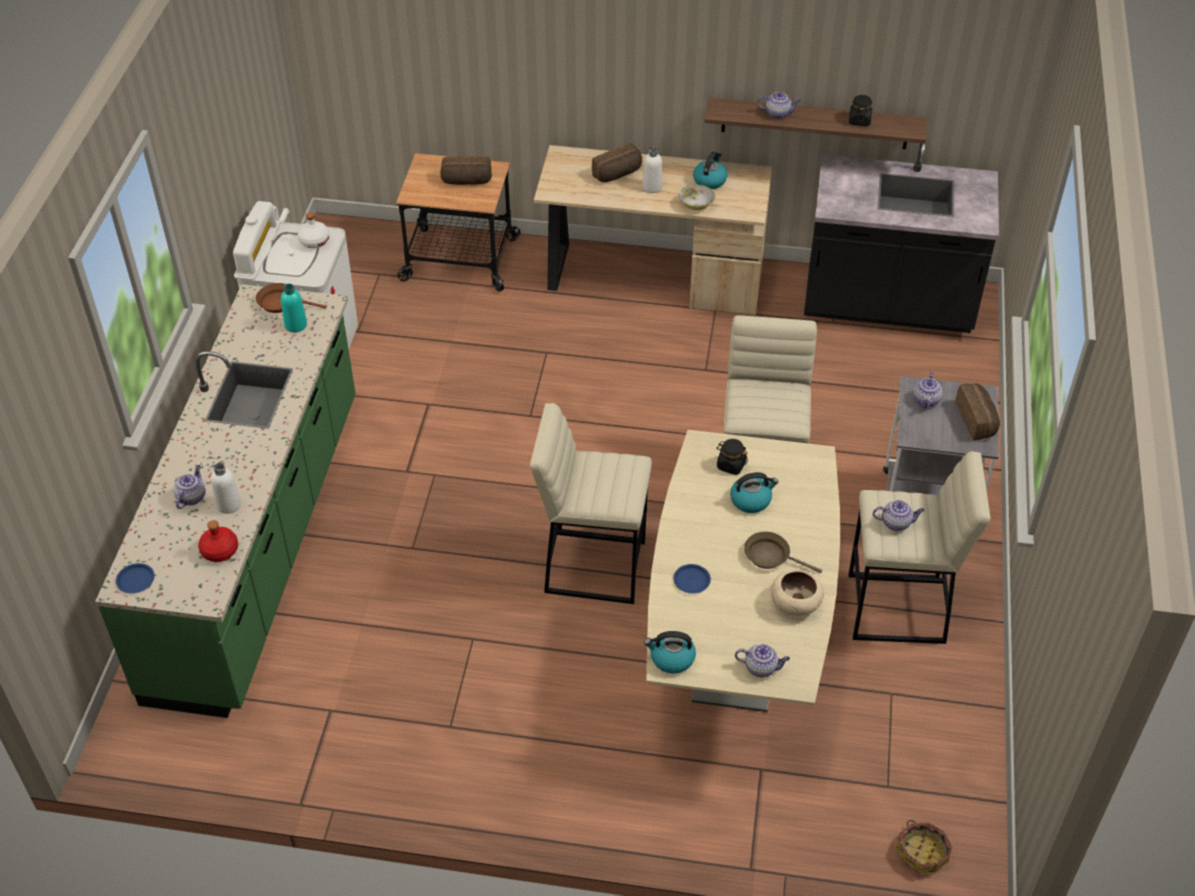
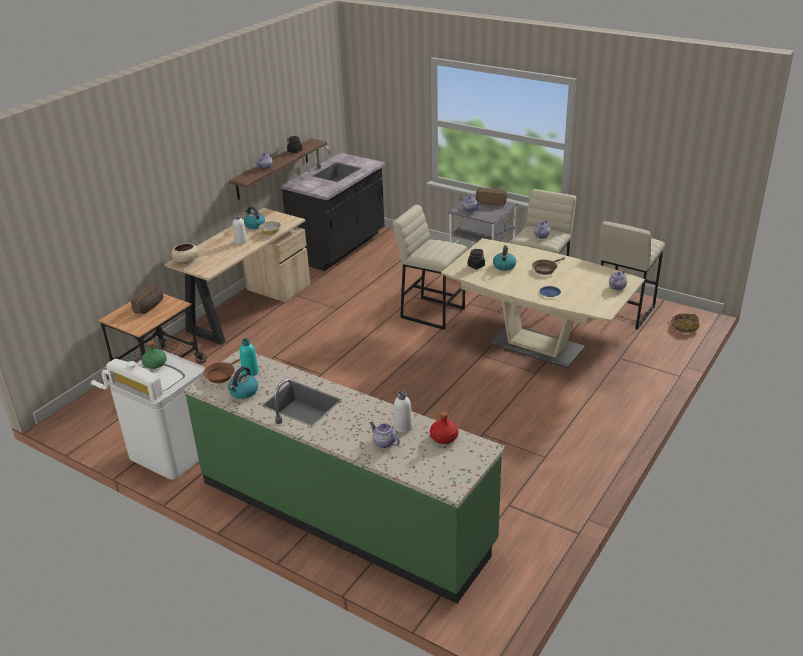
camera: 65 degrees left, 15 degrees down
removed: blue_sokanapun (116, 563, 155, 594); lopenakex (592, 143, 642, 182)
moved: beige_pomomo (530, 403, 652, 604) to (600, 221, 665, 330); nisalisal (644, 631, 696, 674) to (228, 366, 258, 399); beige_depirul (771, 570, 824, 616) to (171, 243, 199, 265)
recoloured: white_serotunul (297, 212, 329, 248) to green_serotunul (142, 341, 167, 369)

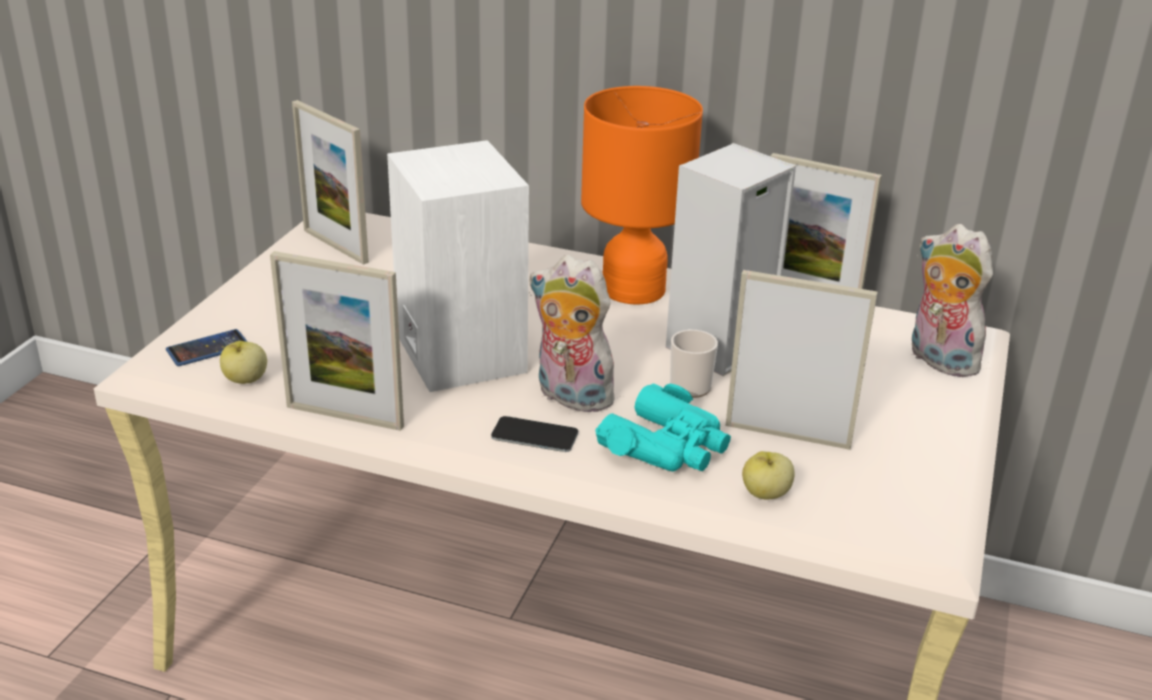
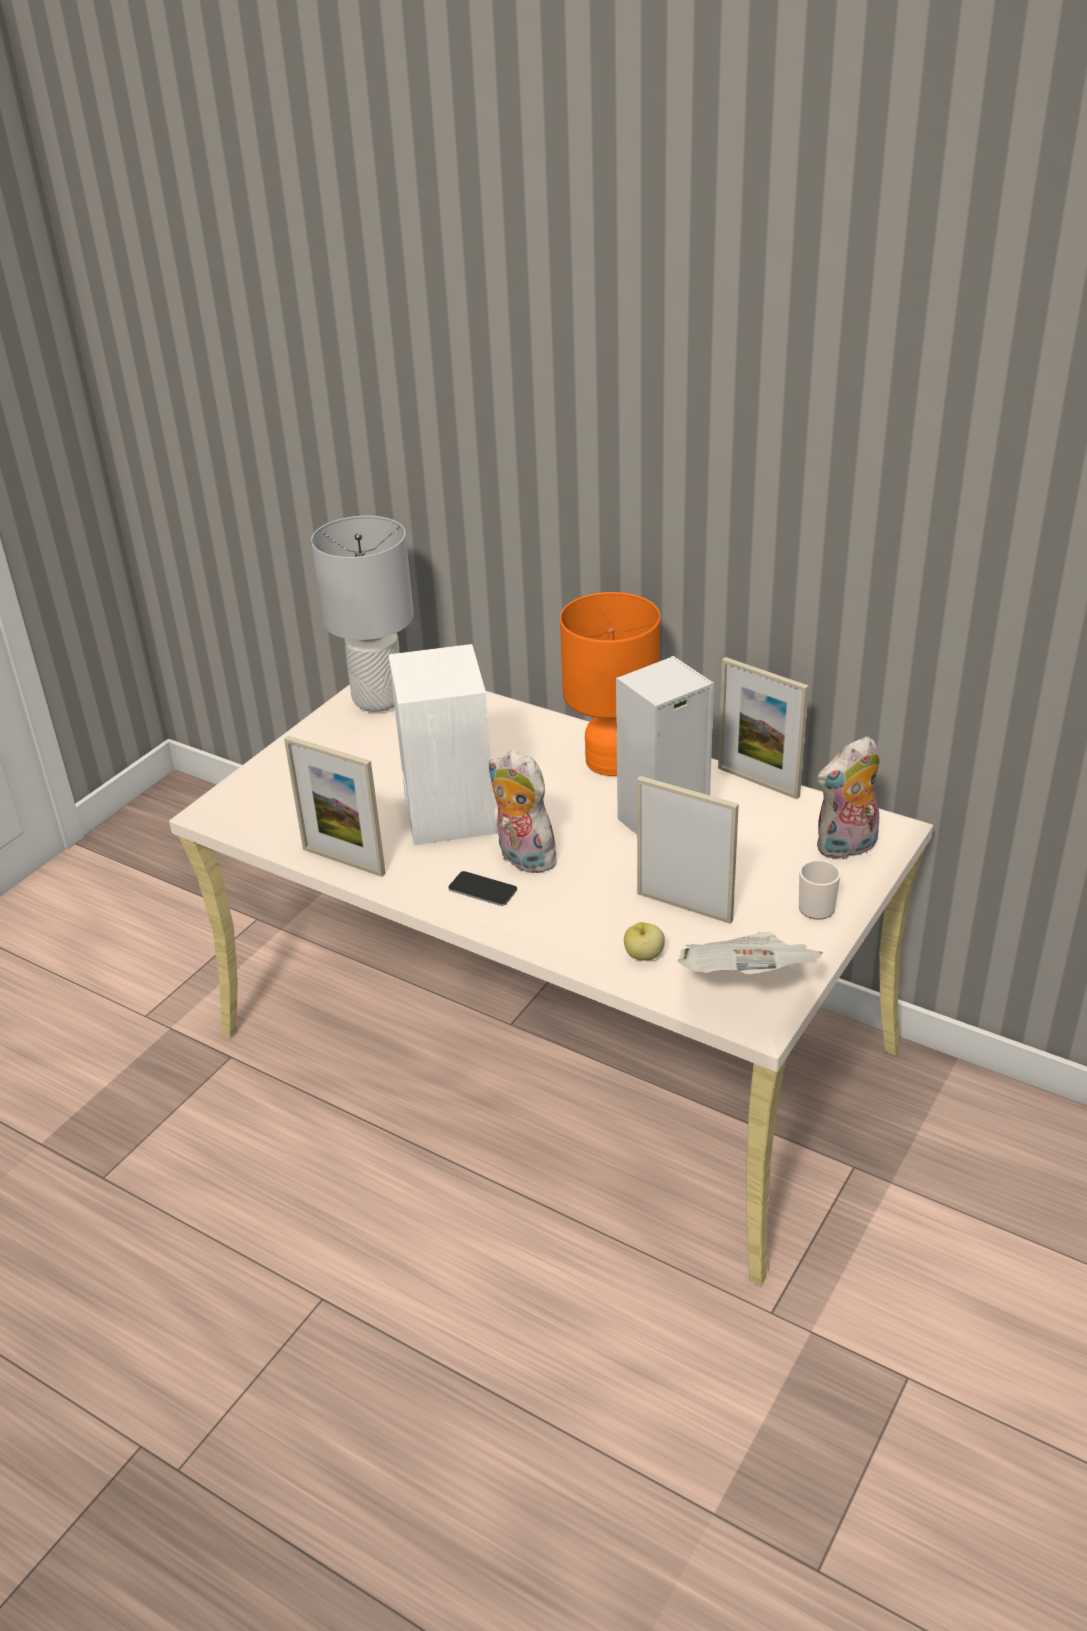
camera: 15 degrees right, 5 degrees up
removed: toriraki (166, 329, 248, 366); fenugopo (220, 341, 267, 384); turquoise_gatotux (595, 383, 731, 472)
added: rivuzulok (677, 932, 823, 975)
moved: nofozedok (670, 329, 718, 398) to (799, 859, 841, 920)
replaced: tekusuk (292, 100, 369, 265) to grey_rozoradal (311, 516, 414, 712)
turned: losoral (912, 224, 993, 377) = (817, 736, 880, 859) 90 degrees counterclockwise

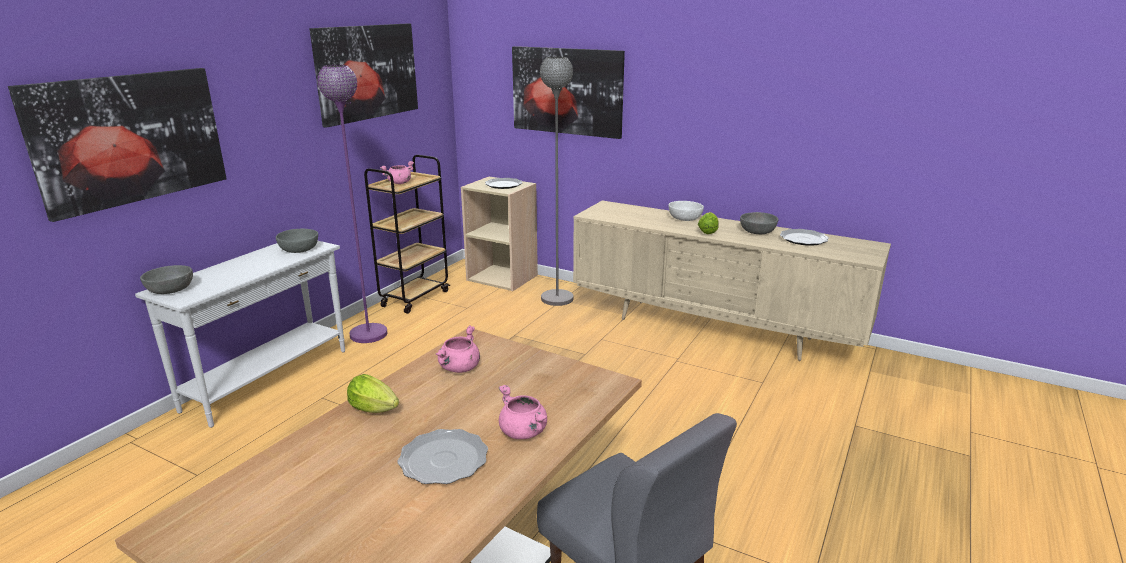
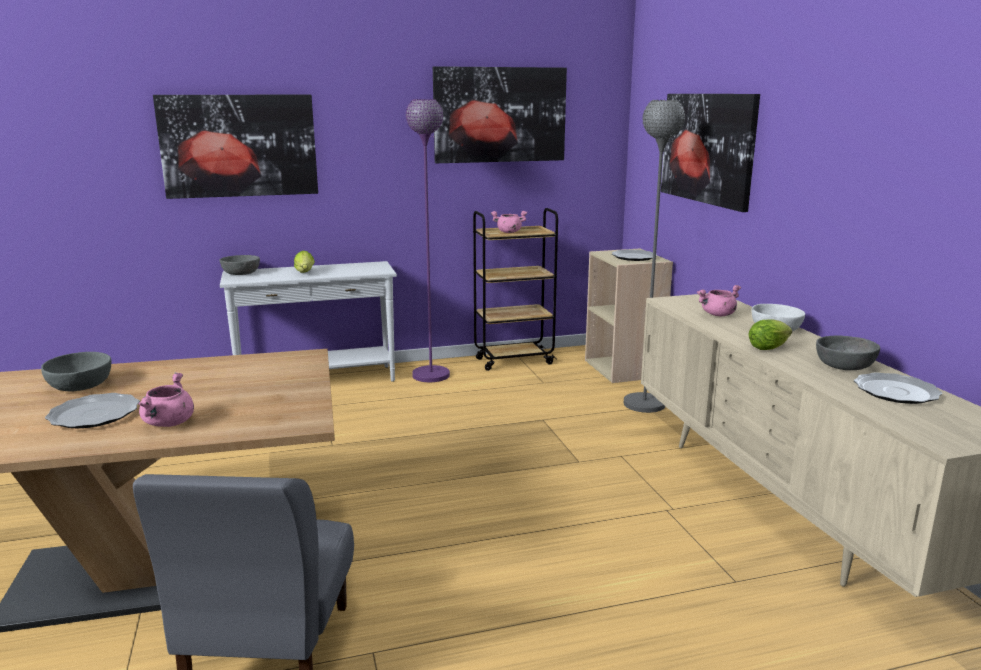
camera: 45 degrees right, 5 degrees down
moved: grey_depirul (276, 229, 318, 253) to (41, 352, 111, 392); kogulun (347, 374, 399, 413) to (294, 250, 315, 273); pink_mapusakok (436, 325, 480, 373) to (697, 285, 741, 316)

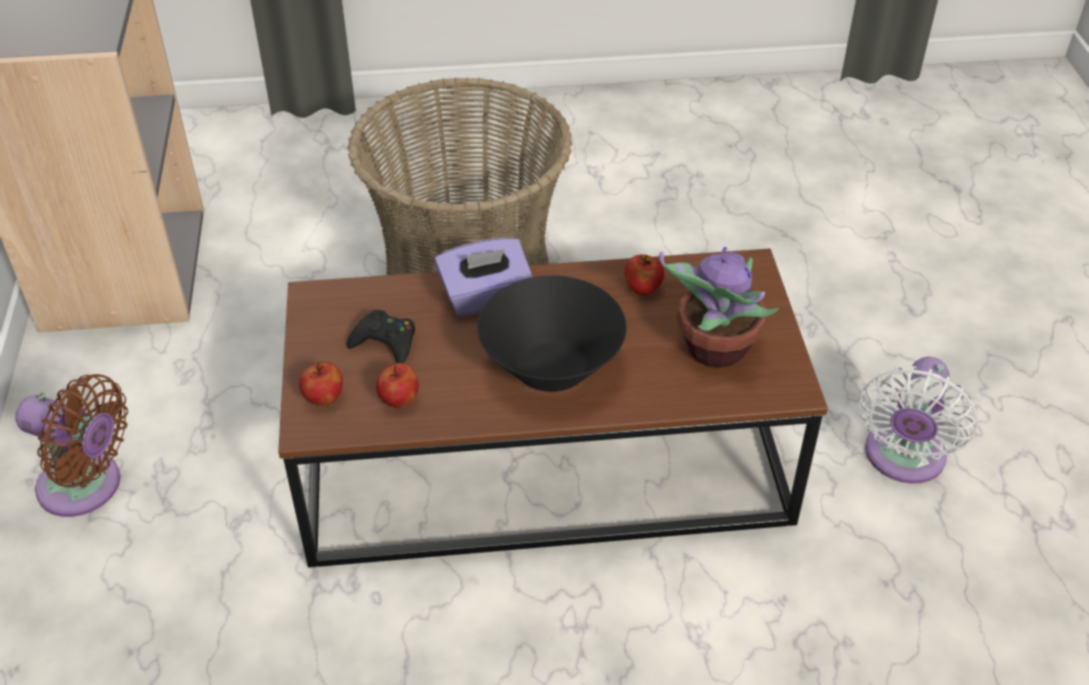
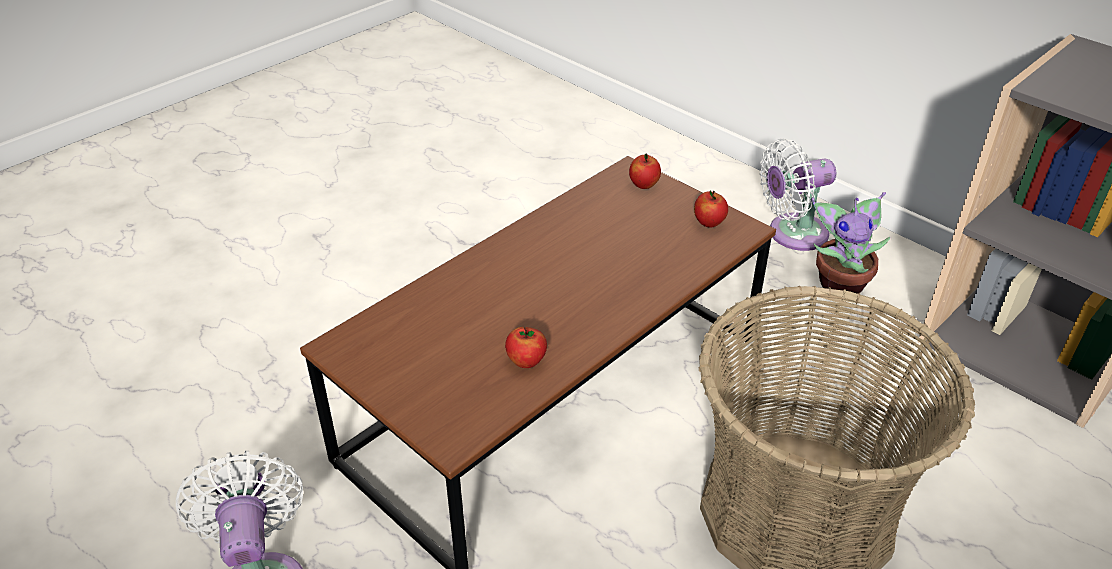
camera: 140 degrees right, 5 degrees down
removed: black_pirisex (347, 310, 415, 363); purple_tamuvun (435, 238, 533, 317); black_depirul (477, 275, 627, 392)
moved: fenugopo (376, 363, 419, 408) to (694, 190, 728, 228); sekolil (659, 247, 779, 368) to (811, 192, 890, 294)
recoloured: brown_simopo (15, 374, 128, 517) to white_simopo (760, 139, 836, 251)

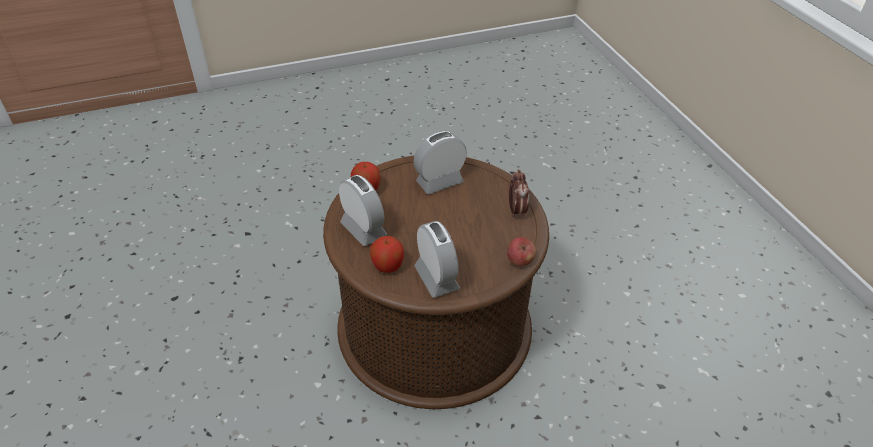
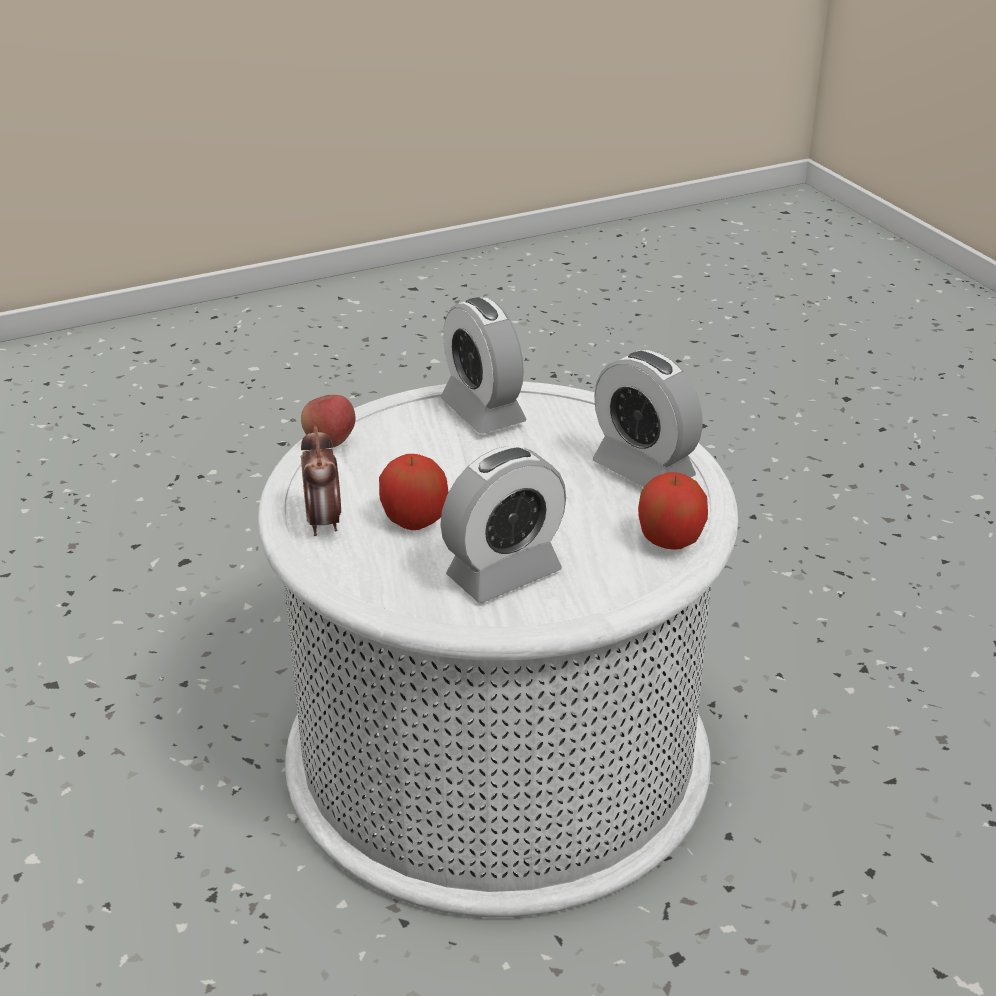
camera: 175 degrees right, 10 degrees down
moved: fenugopo (370, 236, 404, 273) to (379, 454, 449, 530)
recoloured: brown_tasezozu (323, 156, 549, 409) to white_tasezozu (258, 381, 738, 917)

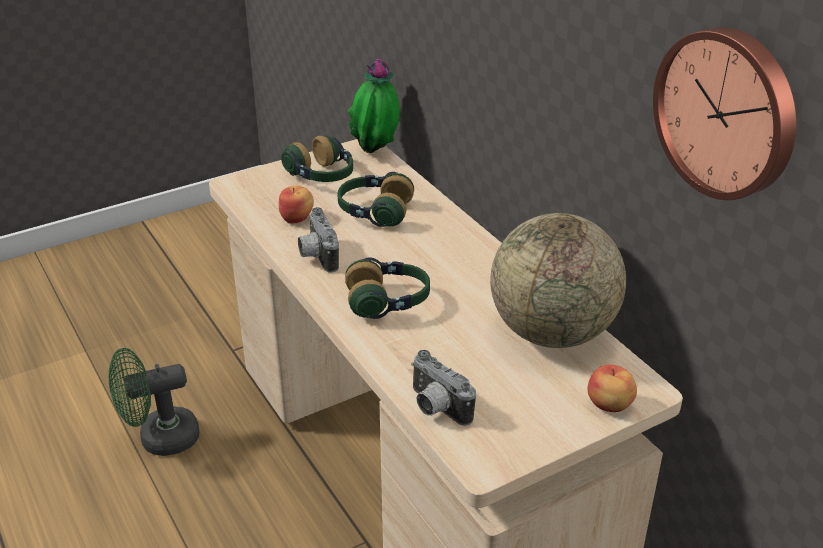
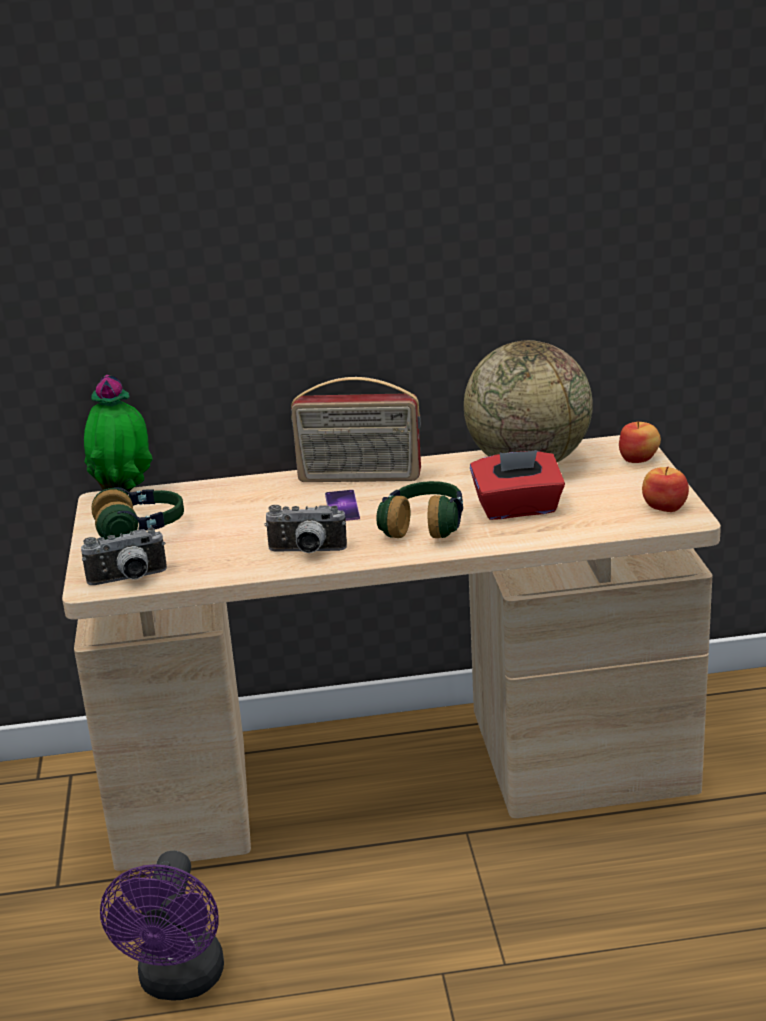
camera: 65 degrees left, 10 degrees down
removed: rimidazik (337, 172, 414, 227); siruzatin (653, 27, 796, 200)
added: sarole (291, 377, 421, 482); toriraki (325, 490, 360, 521); red_tamuvun (470, 450, 565, 520)
moved: fenugopo (279, 186, 314, 223) to (642, 466, 689, 512); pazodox (411, 350, 476, 426) to (81, 527, 167, 585)
recoloured: green_simopo (109, 348, 200, 456) to purple_simopo (100, 851, 224, 1001)

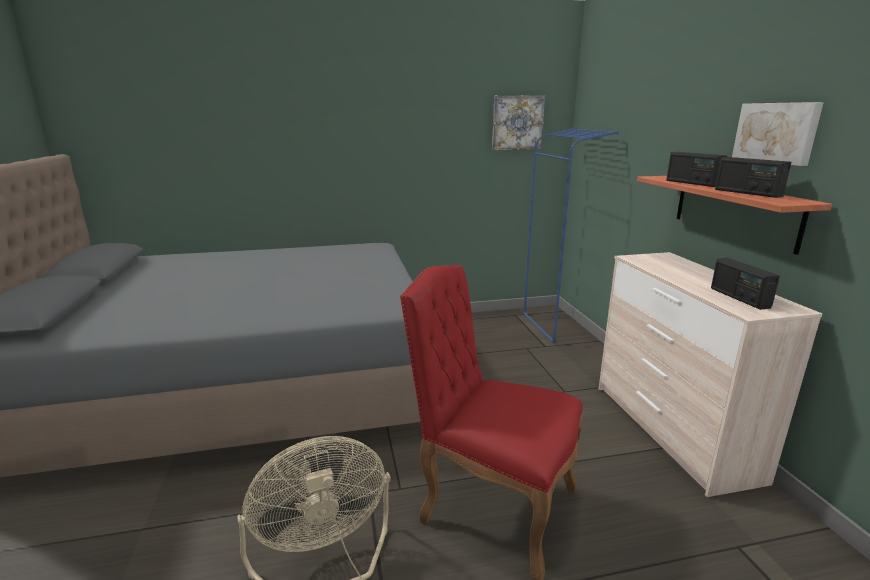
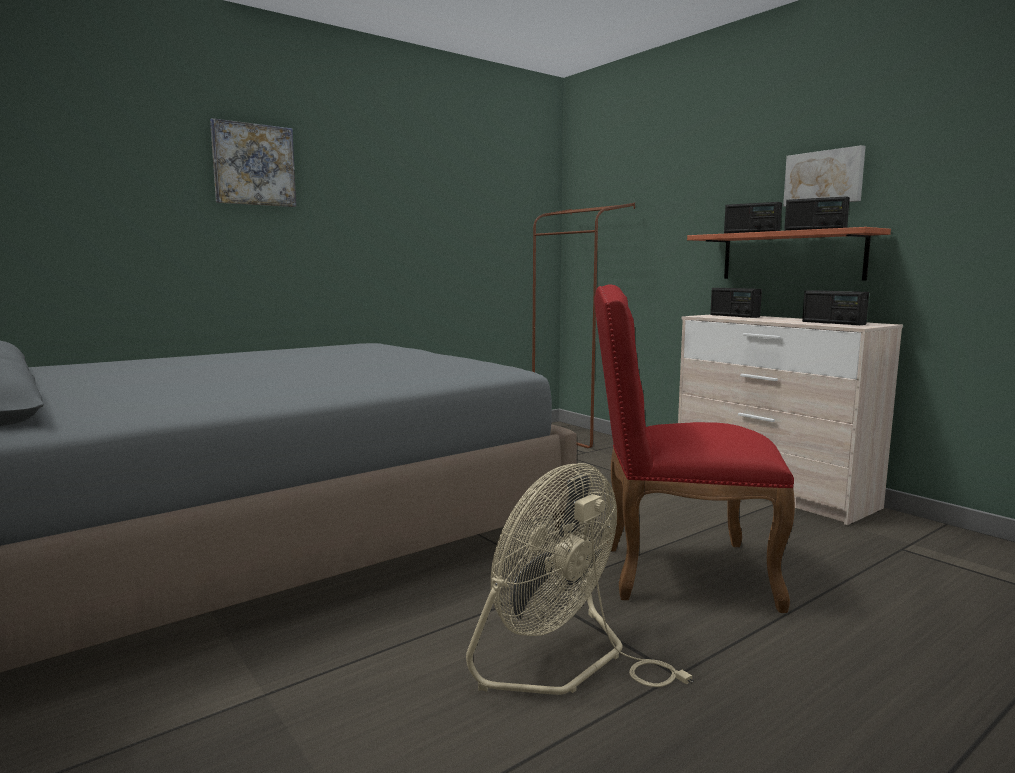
camera: 25 degrees left, 10 degrees down
added: sarole (710, 288, 762, 318)
moved: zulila (492, 95, 545, 150) to (210, 118, 296, 207)
recoloured: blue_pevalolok (524, 128, 619, 342) to brown_pevalolok (532, 203, 635, 448)

